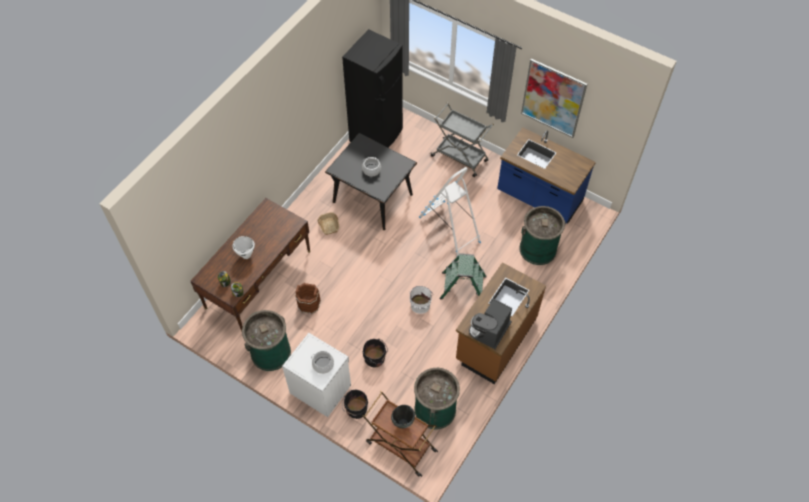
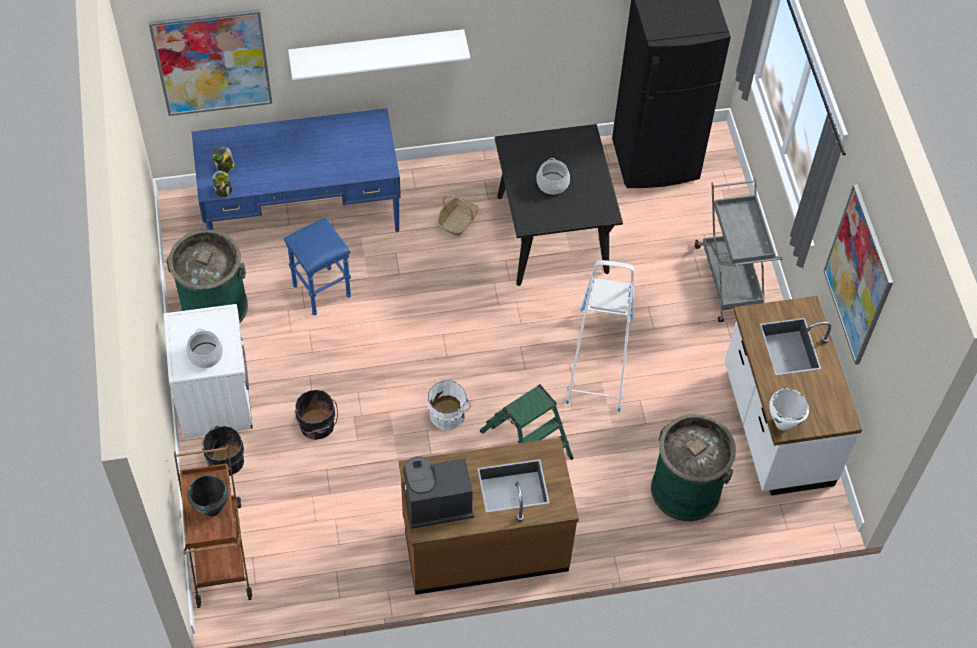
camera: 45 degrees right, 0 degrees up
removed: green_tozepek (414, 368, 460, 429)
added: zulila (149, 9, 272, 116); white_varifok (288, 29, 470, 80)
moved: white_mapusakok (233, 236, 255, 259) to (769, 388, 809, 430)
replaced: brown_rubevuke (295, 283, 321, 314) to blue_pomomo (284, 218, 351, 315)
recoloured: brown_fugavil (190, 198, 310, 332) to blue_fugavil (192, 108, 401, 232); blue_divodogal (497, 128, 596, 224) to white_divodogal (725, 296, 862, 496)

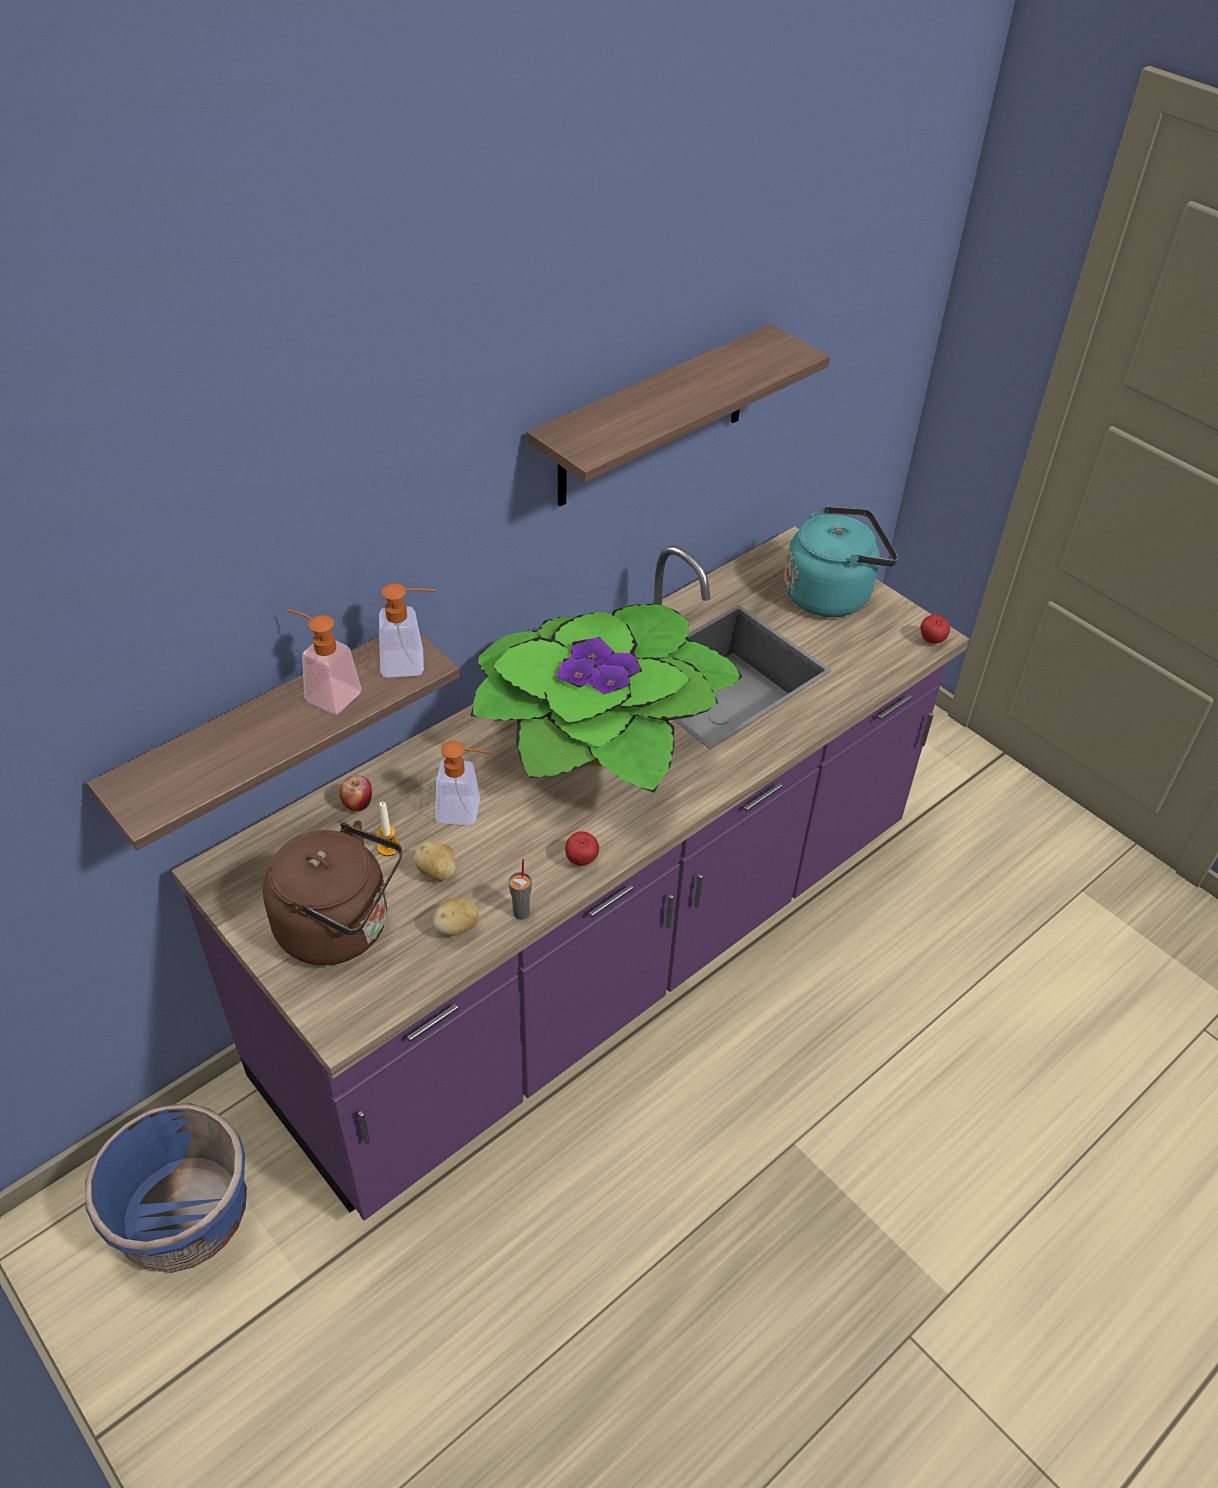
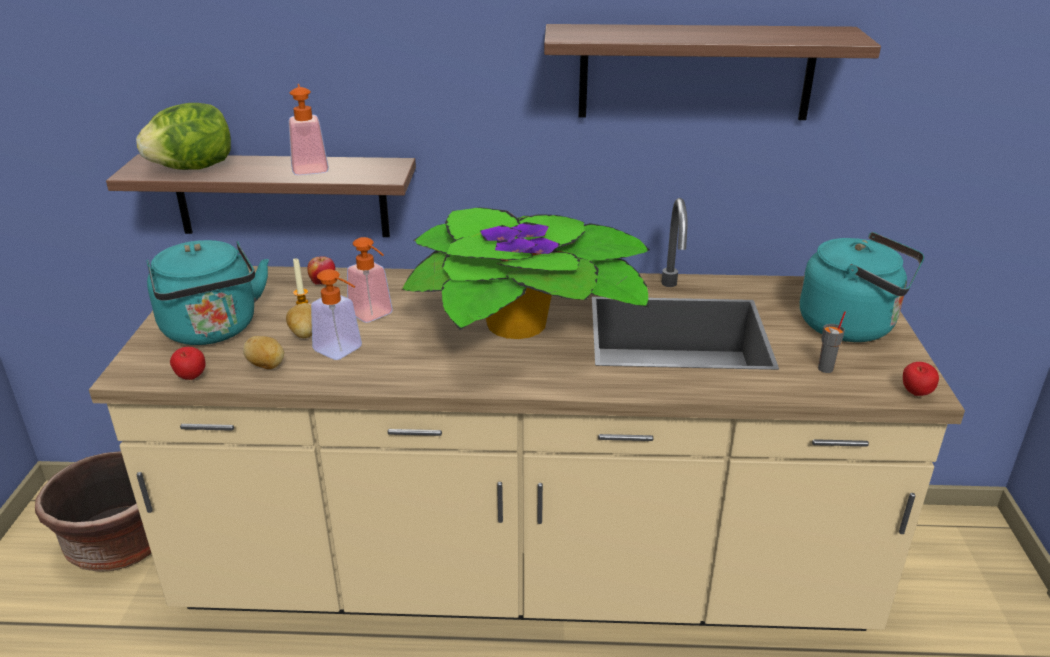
camera: 45 degrees right, 15 degrees down
added: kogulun (136, 103, 231, 170)
moved: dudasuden (379, 583, 437, 678) to (311, 269, 362, 360); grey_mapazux (509, 859, 532, 920) to (818, 311, 846, 373); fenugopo (565, 831, 599, 866) to (170, 347, 206, 380)
recoloured: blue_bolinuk (85, 1103, 247, 1273) to brown_bolinuk (35, 451, 151, 572); purple_divodogal (172, 527, 969, 1220) to beige_divodogal (89, 198, 965, 631); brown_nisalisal (263, 820, 402, 965) to turquoise_nisalisal (146, 240, 269, 345)

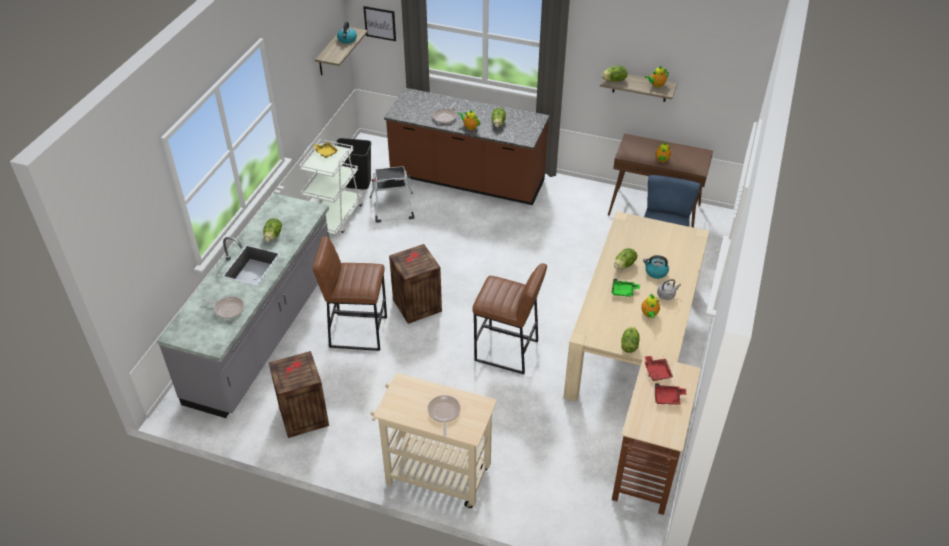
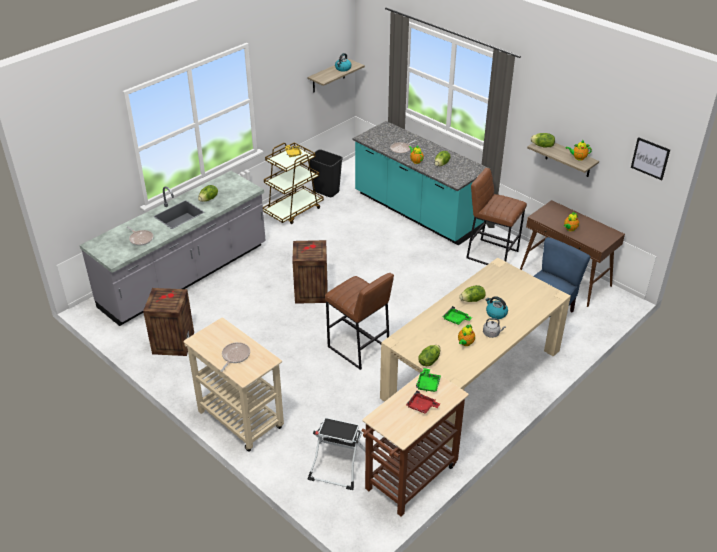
camera: 25 degrees right, 5 degrees down
moved: brown_pomomo (313, 236, 387, 351) to (466, 168, 527, 265); zulila (363, 6, 396, 41) to (631, 137, 670, 180); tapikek (370, 166, 415, 223) to (308, 418, 366, 490)
recoloured: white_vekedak (299, 139, 363, 235) to brown_vekedak (263, 142, 324, 224); brown_divodogal (384, 88, 550, 205) to turquoise_divodogal (353, 121, 488, 246); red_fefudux (645, 356, 673, 381) to green_fefudux (416, 368, 441, 392)

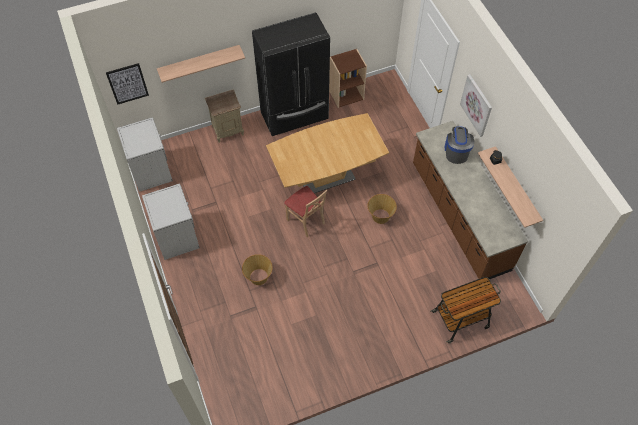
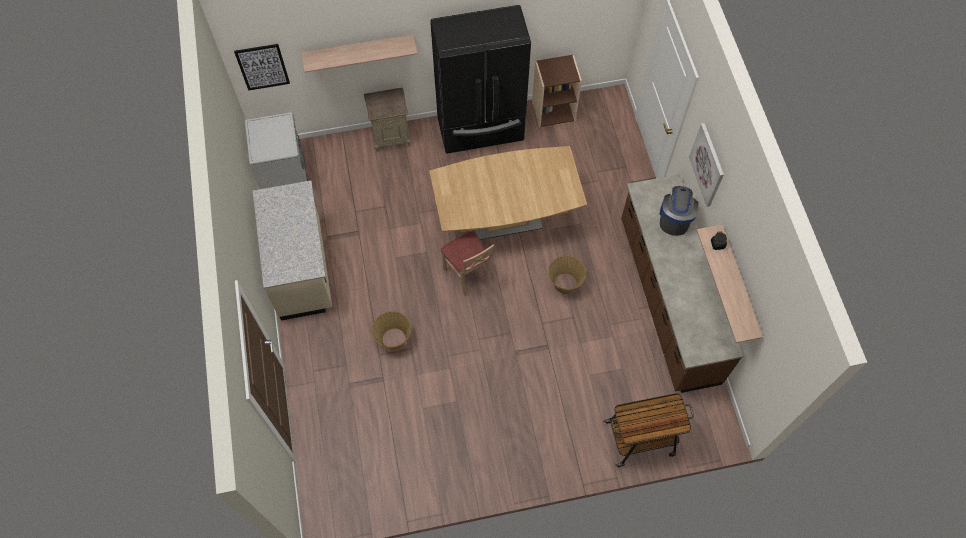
camera: 10 degrees right, 5 degrees up
replaced: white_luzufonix (142, 183, 200, 260) to beige_divodogal (253, 180, 332, 321)

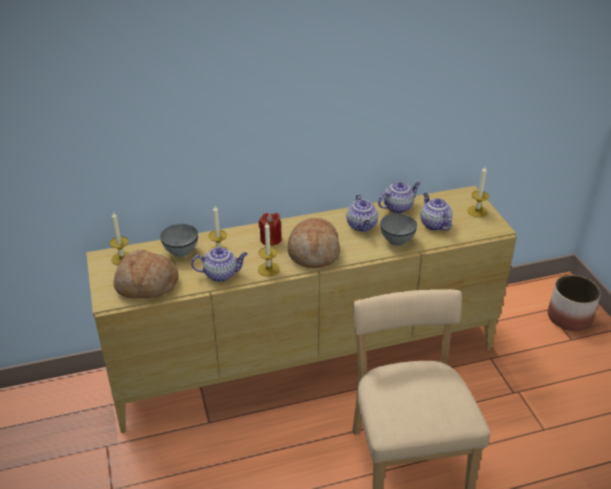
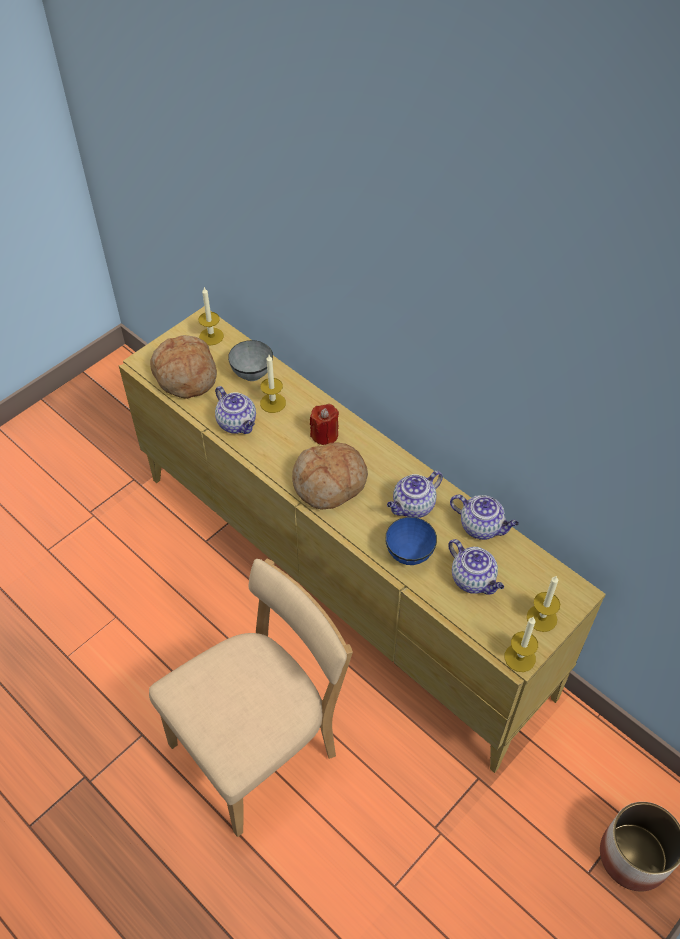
camera: 60 degrees right, 15 degrees up
moved: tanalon (258, 222, 280, 277) to (505, 617, 538, 672)
recoloured: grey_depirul (380, 213, 417, 246) to blue_depirul (386, 517, 437, 565)
turned: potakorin (421, 193, 452, 231) = (448, 539, 504, 595) 105 degrees clockwise

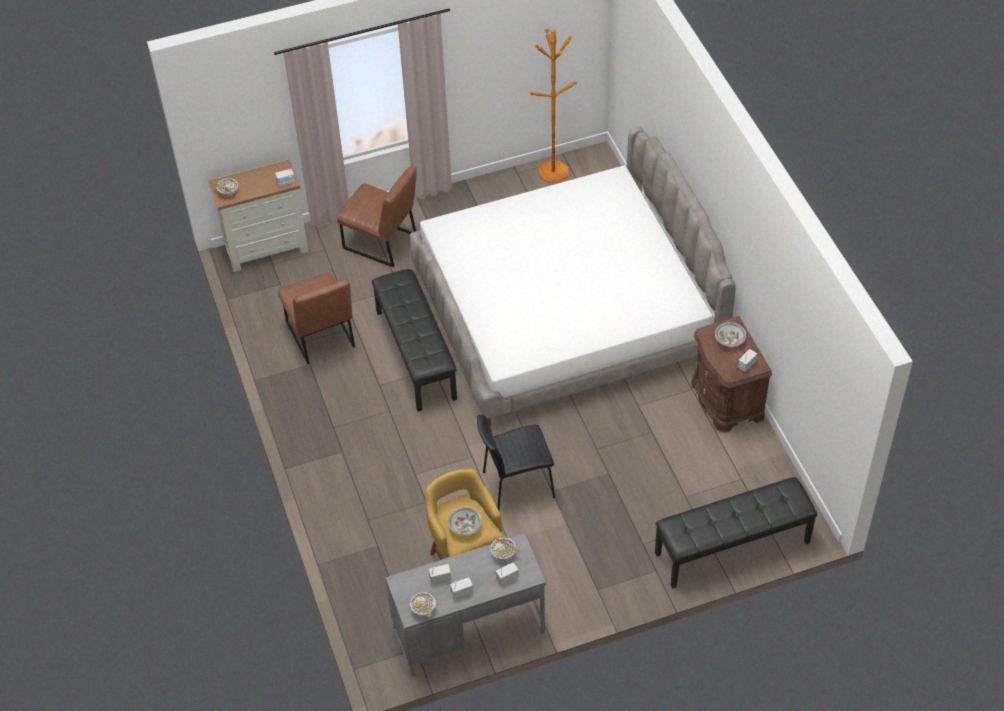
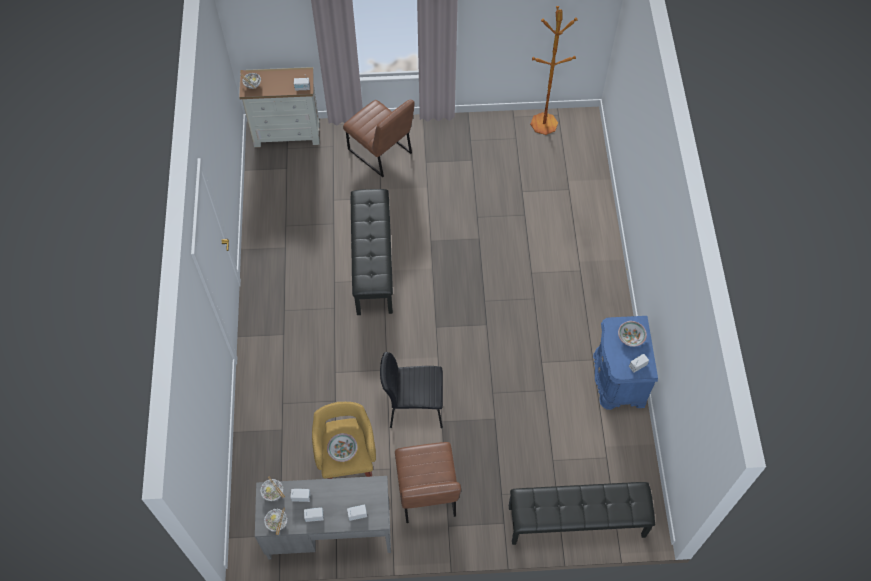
camera: 15 degrees right, 10 degrees up
removed: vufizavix (410, 127, 736, 427)
moved: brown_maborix (278, 273, 355, 364) to (395, 442, 461, 523); depirul (491, 536, 520, 560) to (260, 477, 285, 501)
recoloured: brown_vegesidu (691, 316, 772, 433) to blue_vegesidu (593, 316, 658, 410)

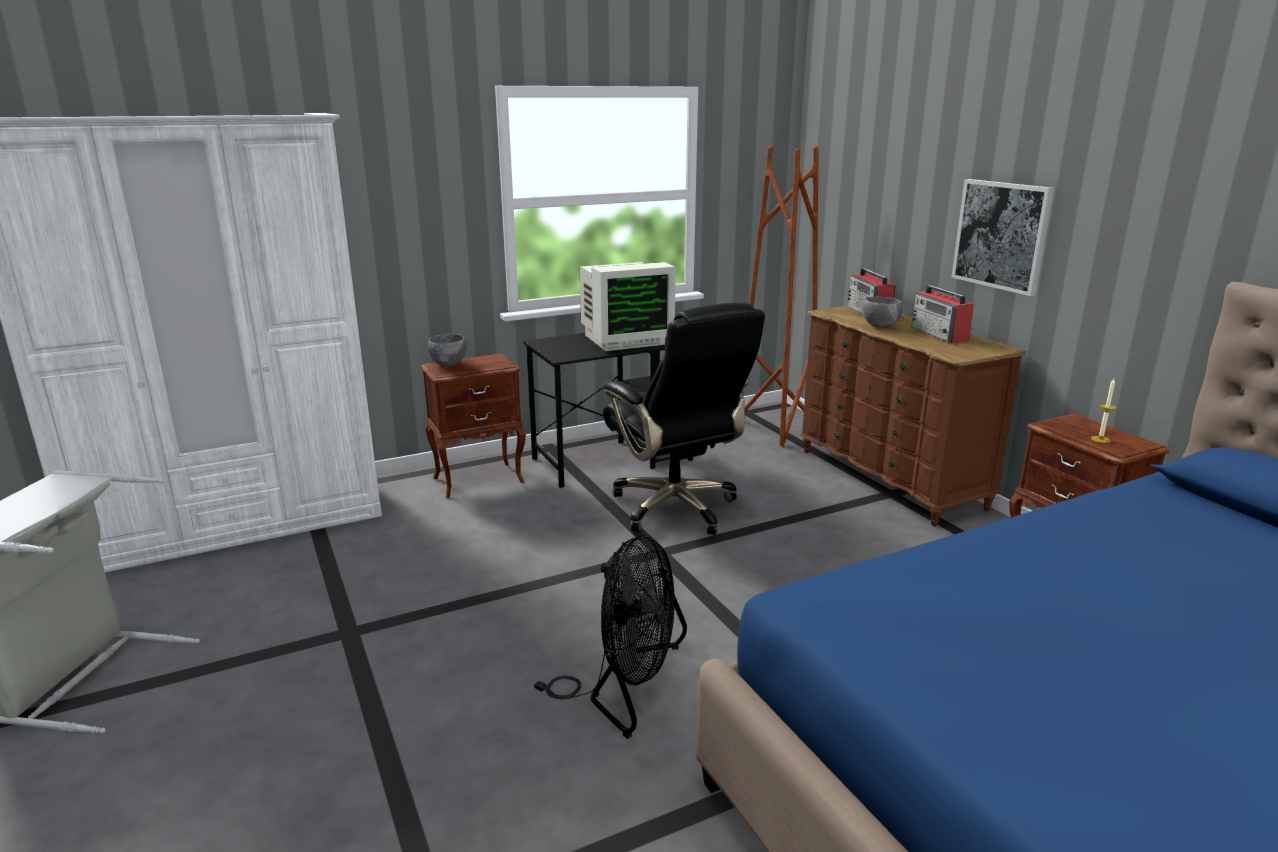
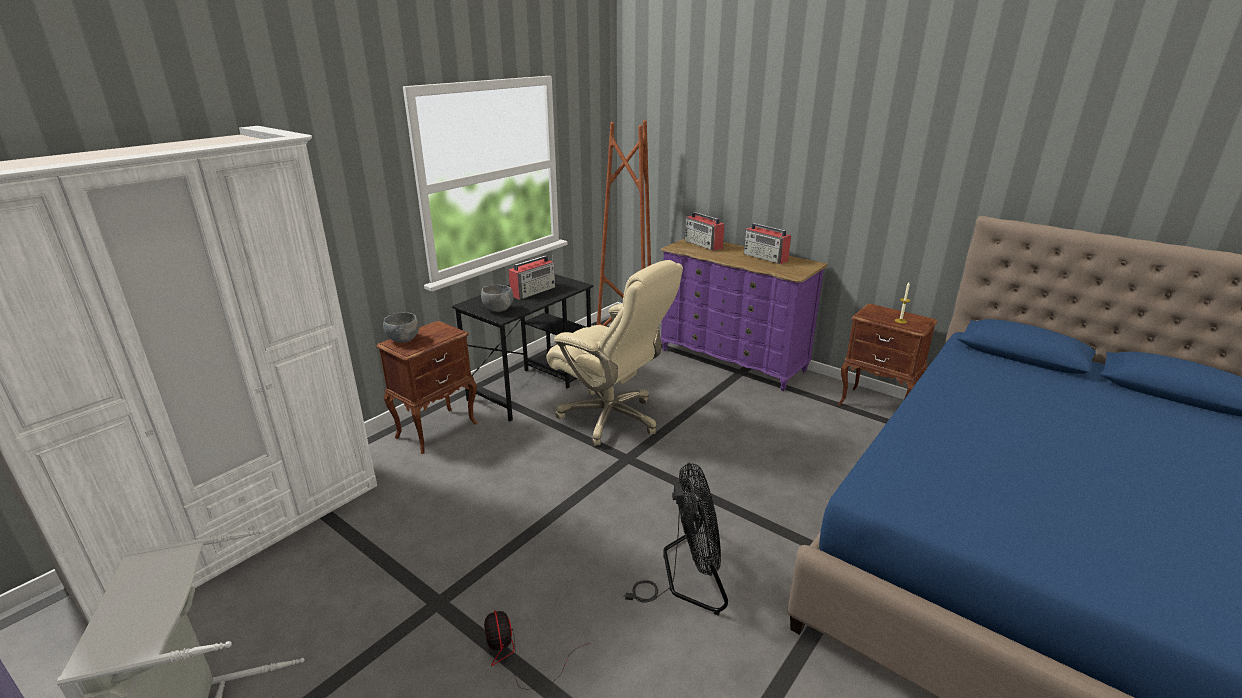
camera: 25 degrees left, 5 degrees up
removed: zulila (951, 179, 1054, 296)
added: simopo (484, 610, 590, 690)
moved: grey_depirul (862, 297, 903, 328) to (481, 285, 513, 312)
replaced: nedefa (580, 262, 676, 351) to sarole (508, 255, 555, 300)
recoloured: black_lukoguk (603, 303, 765, 535) to beige_lukoguk (546, 260, 683, 446); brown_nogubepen (801, 305, 1026, 527) to purple_nogubepen (660, 238, 828, 391)

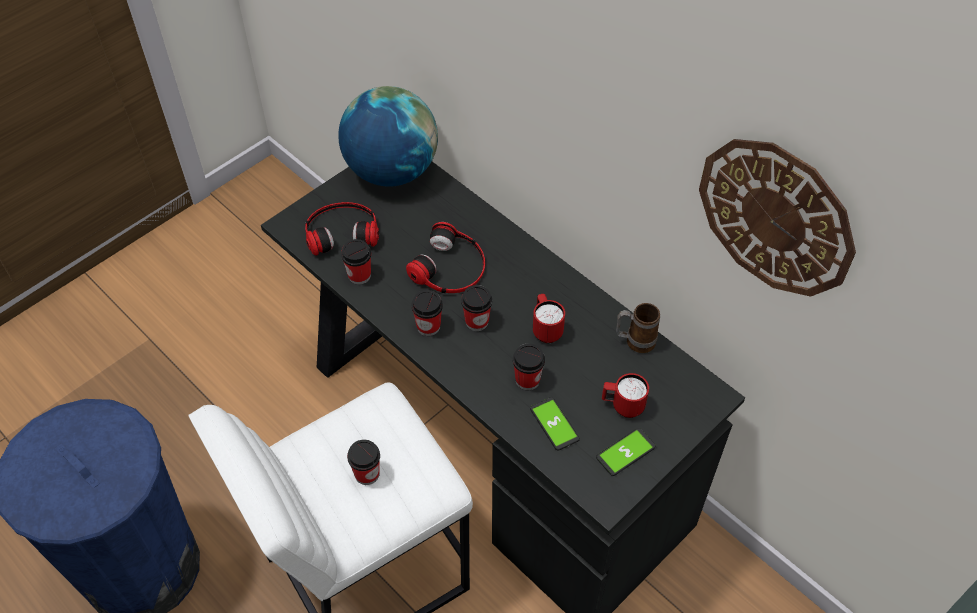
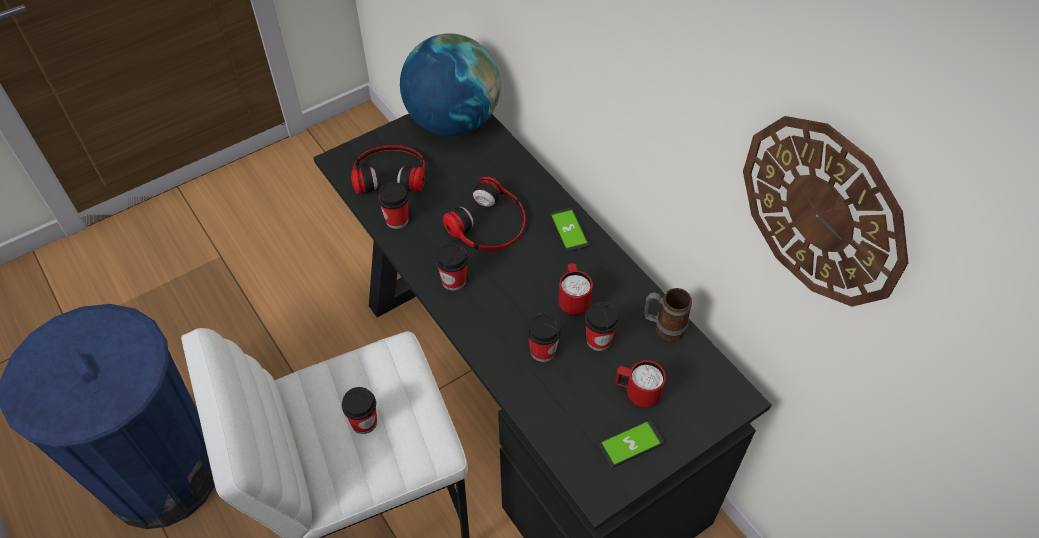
camera: 10 degrees right, 0 degrees up
moved: mapazux (461, 285, 492, 331) to (585, 302, 619, 351); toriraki (530, 397, 580, 451) to (550, 208, 589, 252)

